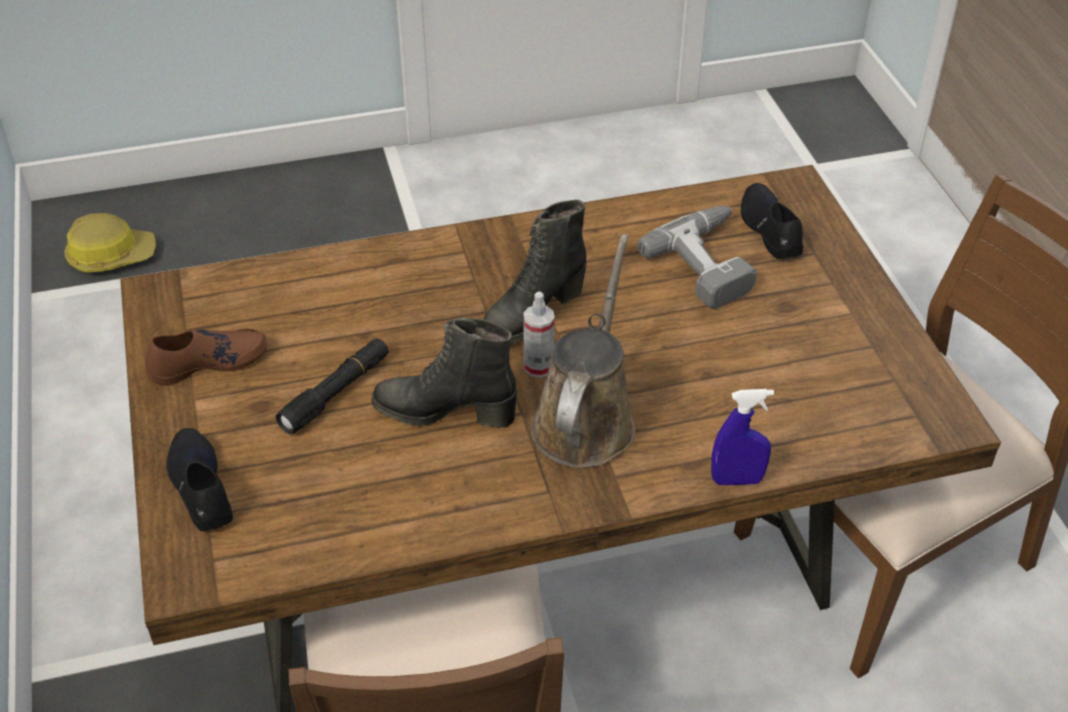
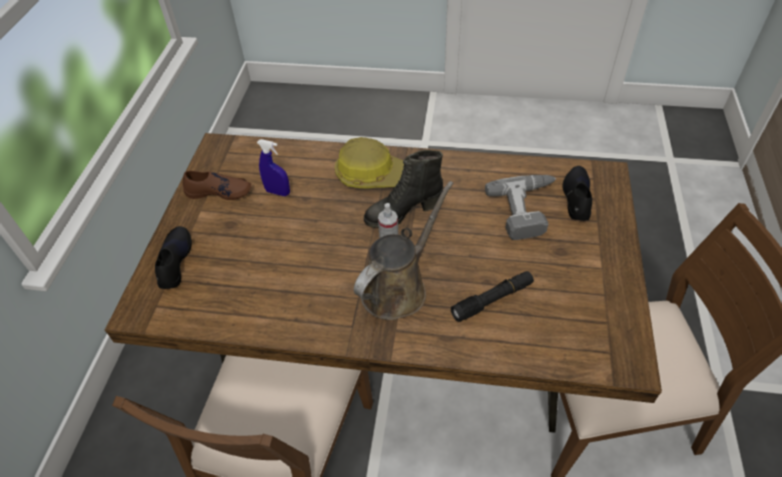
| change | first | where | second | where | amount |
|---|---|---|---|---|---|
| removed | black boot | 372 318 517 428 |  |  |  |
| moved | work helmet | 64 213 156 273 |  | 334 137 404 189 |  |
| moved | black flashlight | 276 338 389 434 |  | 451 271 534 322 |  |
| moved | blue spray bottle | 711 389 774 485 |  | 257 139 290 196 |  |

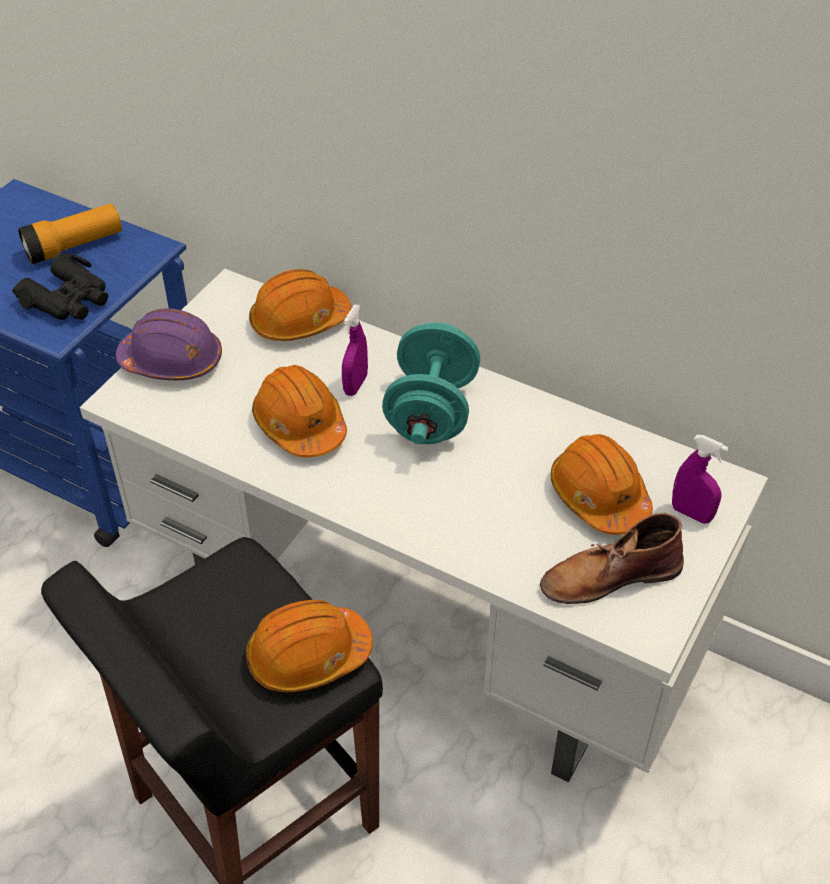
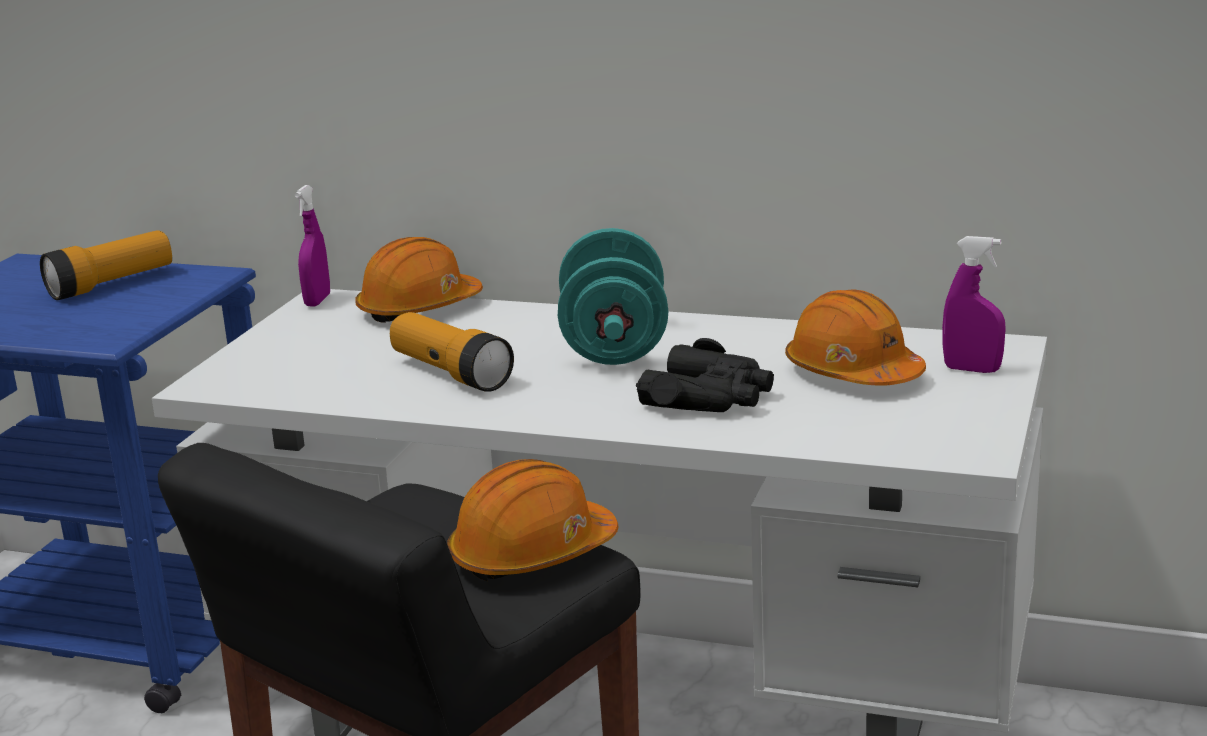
| change | first | where | second | where | amount |
|---|---|---|---|---|---|
| removed | purple-coloured work helmet | 116 308 222 380 |  |  |  |
| removed | brownish boot | 540 513 684 604 |  |  |  |
| moved | black pair of binoculars | 12 253 108 320 |  | 636 338 774 412 |  |
| moved | purple-coloured spray bottle | 342 304 368 396 |  | 295 185 330 306 |  |
| replaced | orange-coloured work helmet | 252 365 347 458 | flashlight | 390 312 514 392 |  |

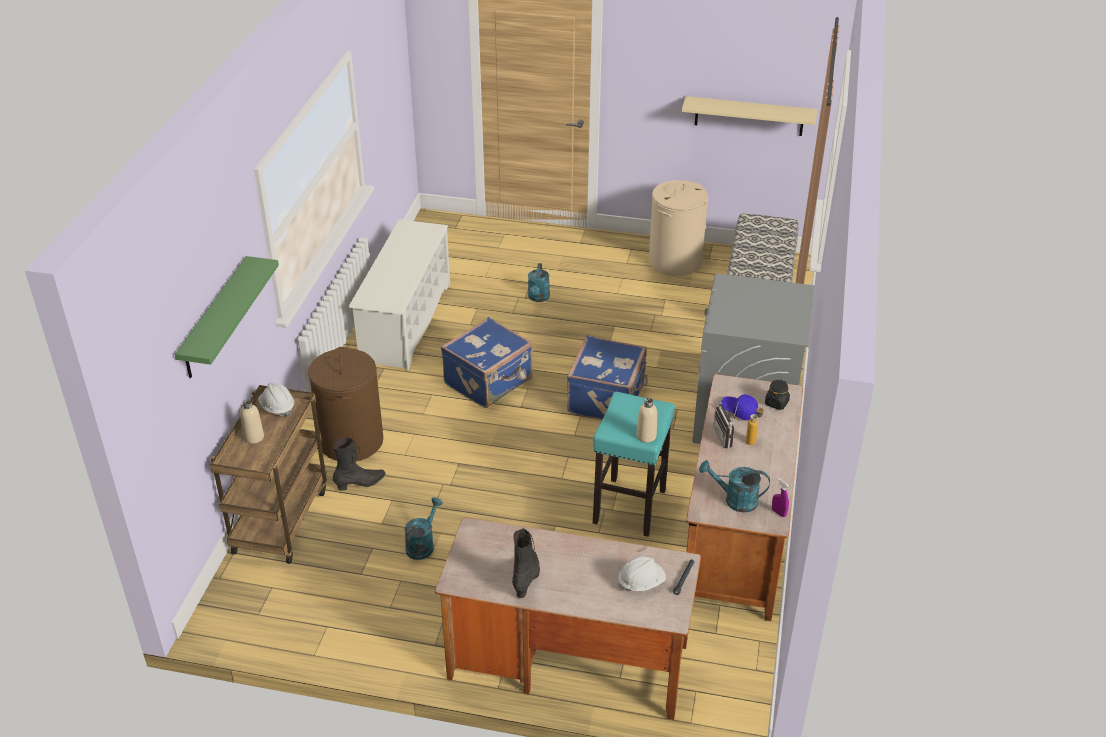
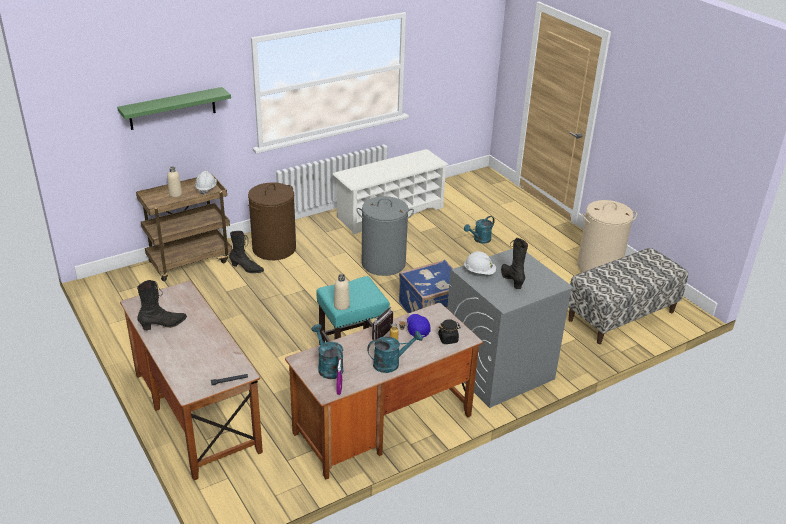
| change | first | where | second | where | amount |
|---|---|---|---|---|---|
| removed | beige wall shelf | 682 96 817 136 |  |  |  |
| added |  |  | black boot | 501 238 528 289 |  |
| moved | blue-green sprinkling can | 404 497 443 560 |  | 367 331 423 373 |  |
| moved | white work helmet | 618 556 666 592 |  | 463 251 496 275 |  |
| replaced | blue piece of luggage | 441 317 533 408 | gray hamper | 356 196 414 276 |  |

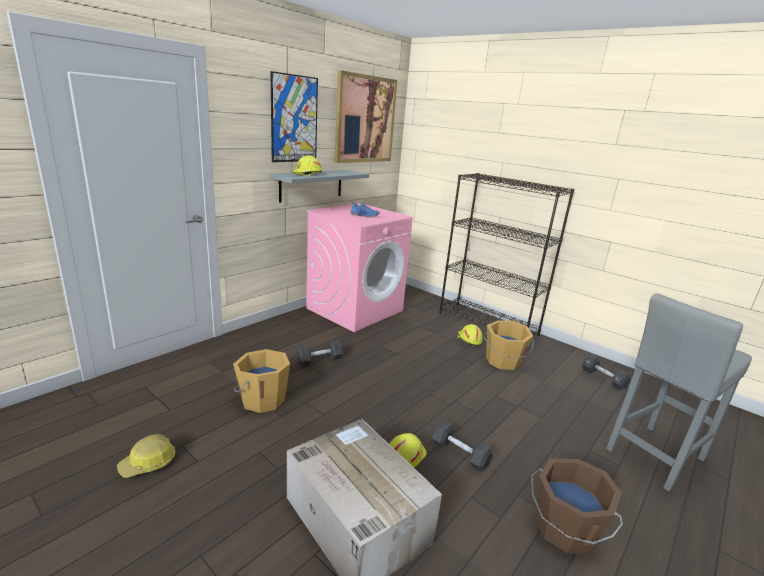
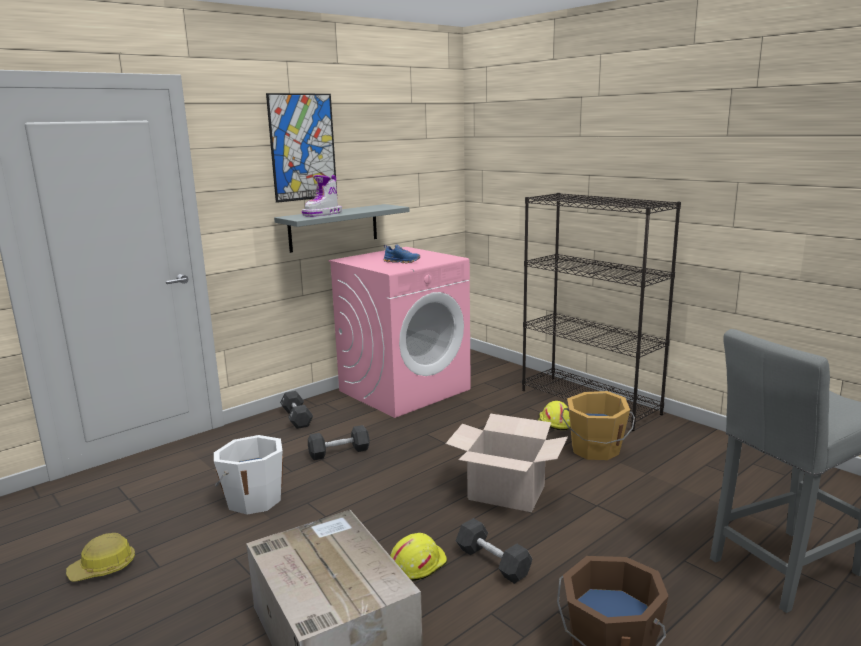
| change | first | where | second | where | amount |
|---|---|---|---|---|---|
| removed | picture | 334 70 397 163 |  |  |  |
| added |  |  | cardboard box | 446 414 568 512 |  |
| moved | black dumbbell | 582 354 630 391 |  | 280 391 313 429 |  |
| replaced | yellowish work helmet | 292 155 322 176 | boot | 302 175 342 217 |  |
| recoloured | orange-coloured pail | 233 349 290 413 | white pail | 214 435 283 515 |  |

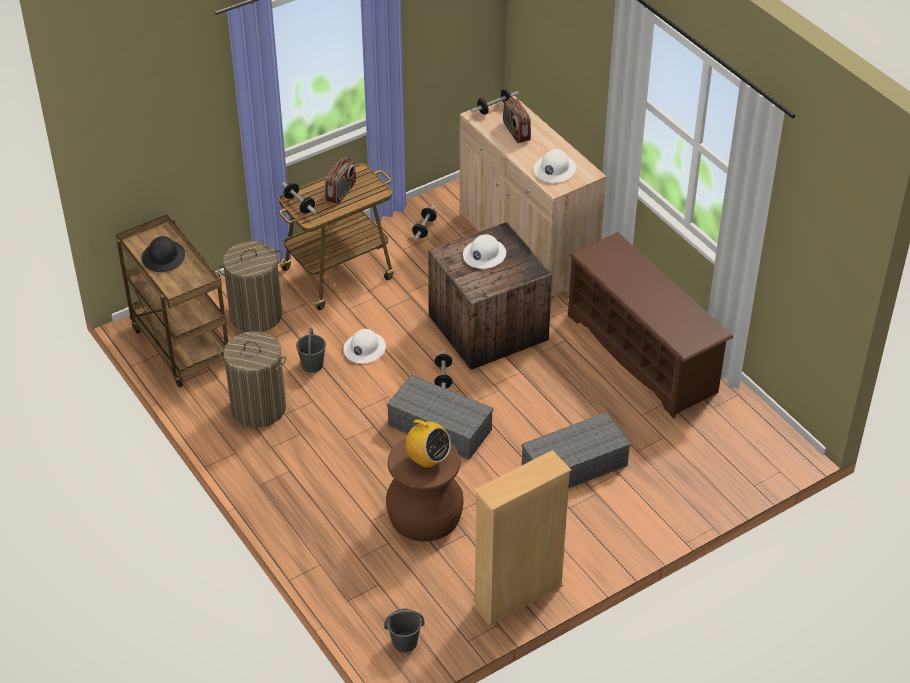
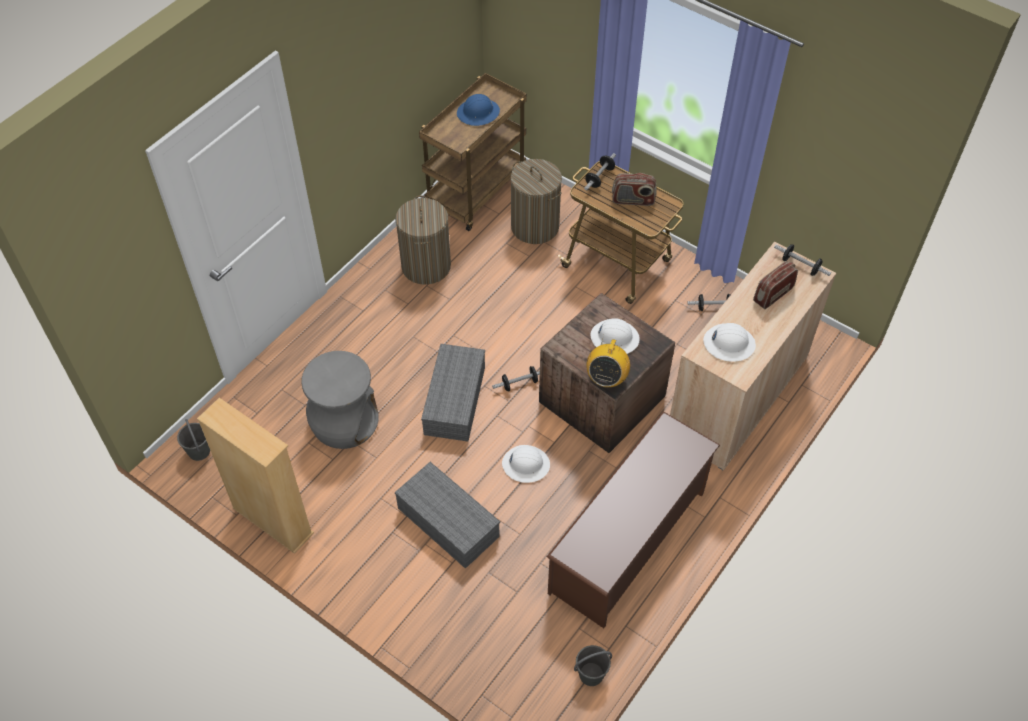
| change | first | where | second | where | amount |
|---|---|---|---|---|---|
| moved | gray pail | 296 328 326 373 |  | 574 645 612 686 |  |
| moved | white work helmet | 344 329 386 363 |  | 502 445 550 483 |  |
| moved | radio | 401 419 451 468 |  | 587 335 630 388 |  |
| recoloured | black work helmet | 142 236 185 272 | blue work helmet | 457 94 500 126 |  |
| recoloured | brownish sitting stool | 386 438 463 542 | gray sitting stool | 301 351 378 449 |  |

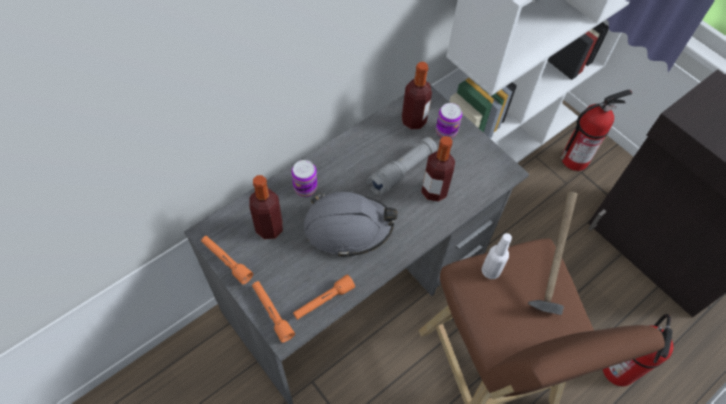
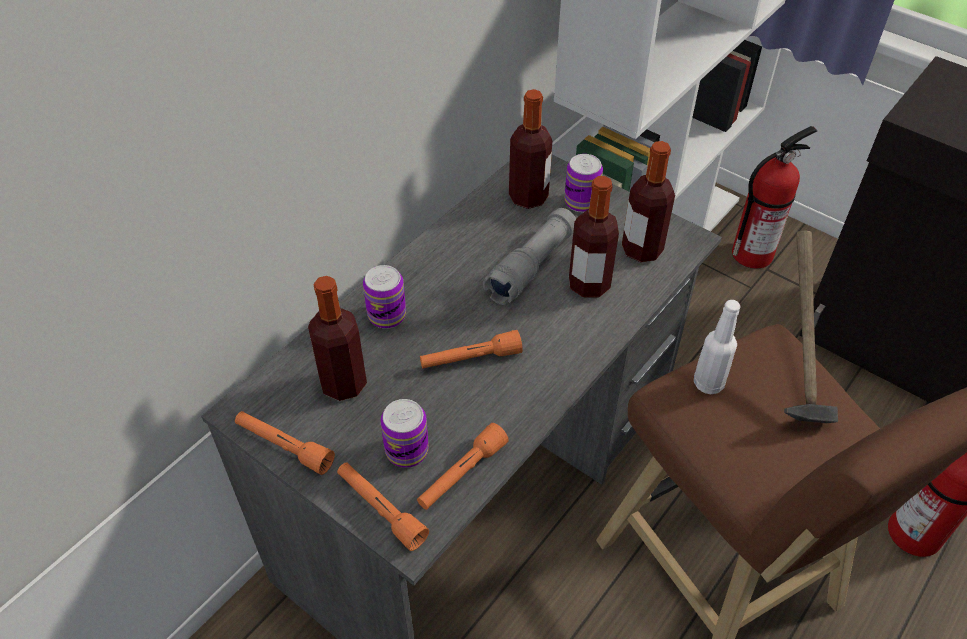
| change | first | where | second | where | amount |
|---|---|---|---|---|---|
| added |  |  | can | 380 399 429 468 |  |
| added |  |  | beverage bottle | 622 141 675 262 |  |
| replaced | gray work helmet | 304 192 398 257 | orange-coloured flashlight | 420 330 523 369 |  |

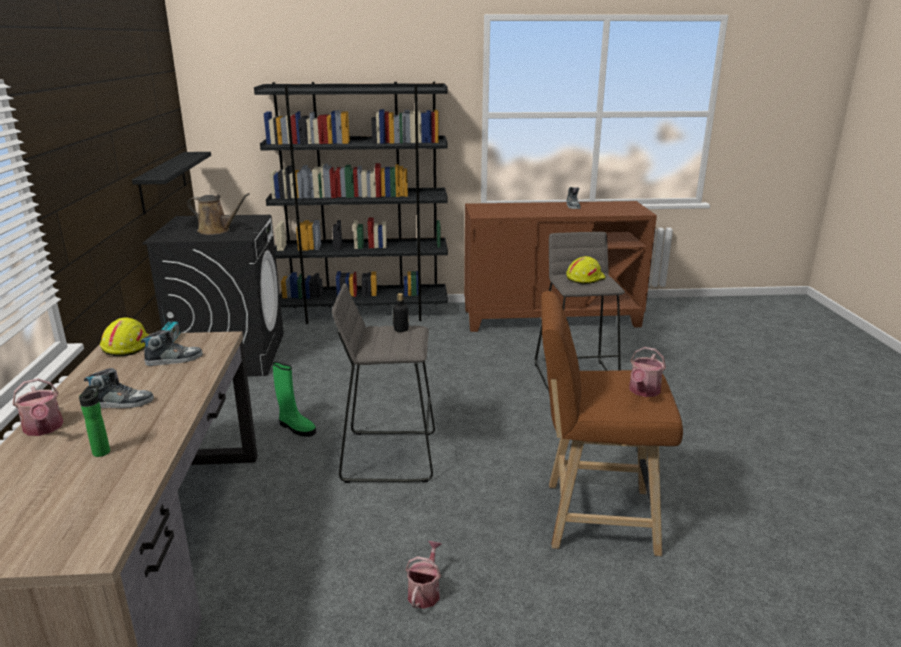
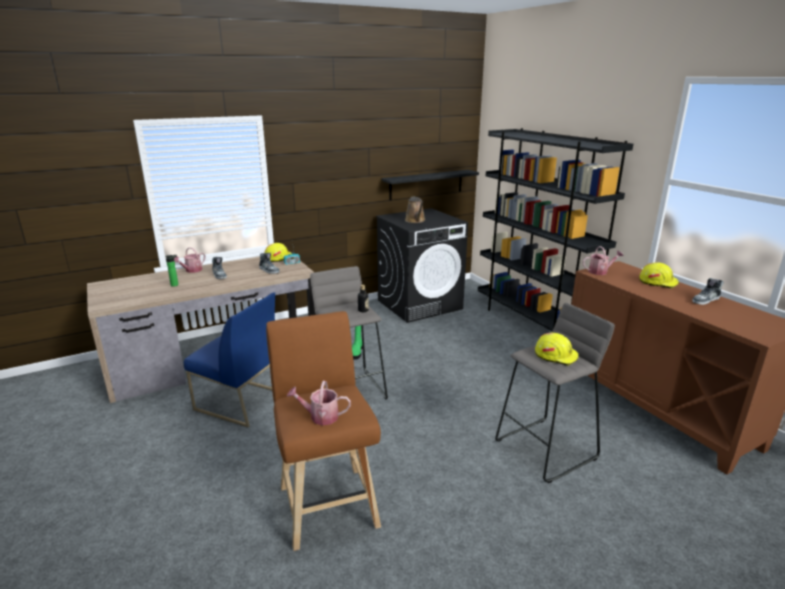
| change | first | where | second | where | amount |
|---|---|---|---|---|---|
| added |  |  | blue plain chair | 184 292 275 427 |  |
| added |  |  | yellowish work helmet | 639 262 679 289 |  |
| moved | sprinkling can | 406 541 442 609 |  | 583 246 624 275 |  |

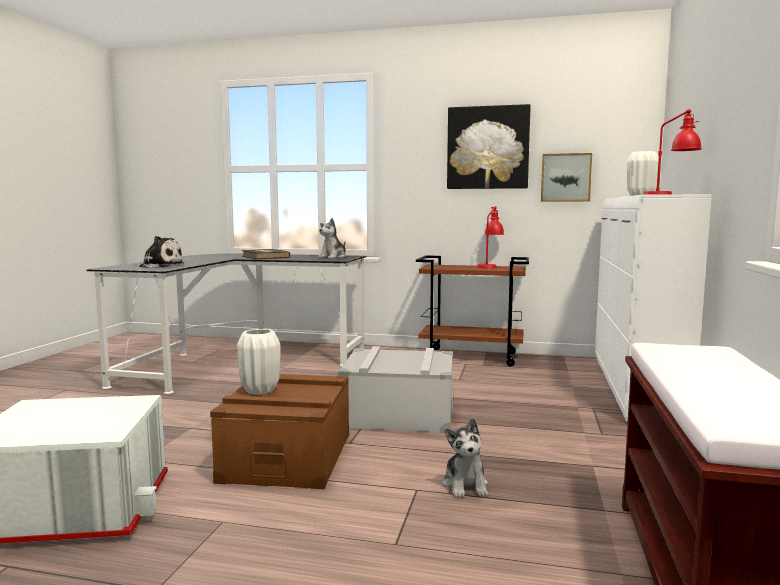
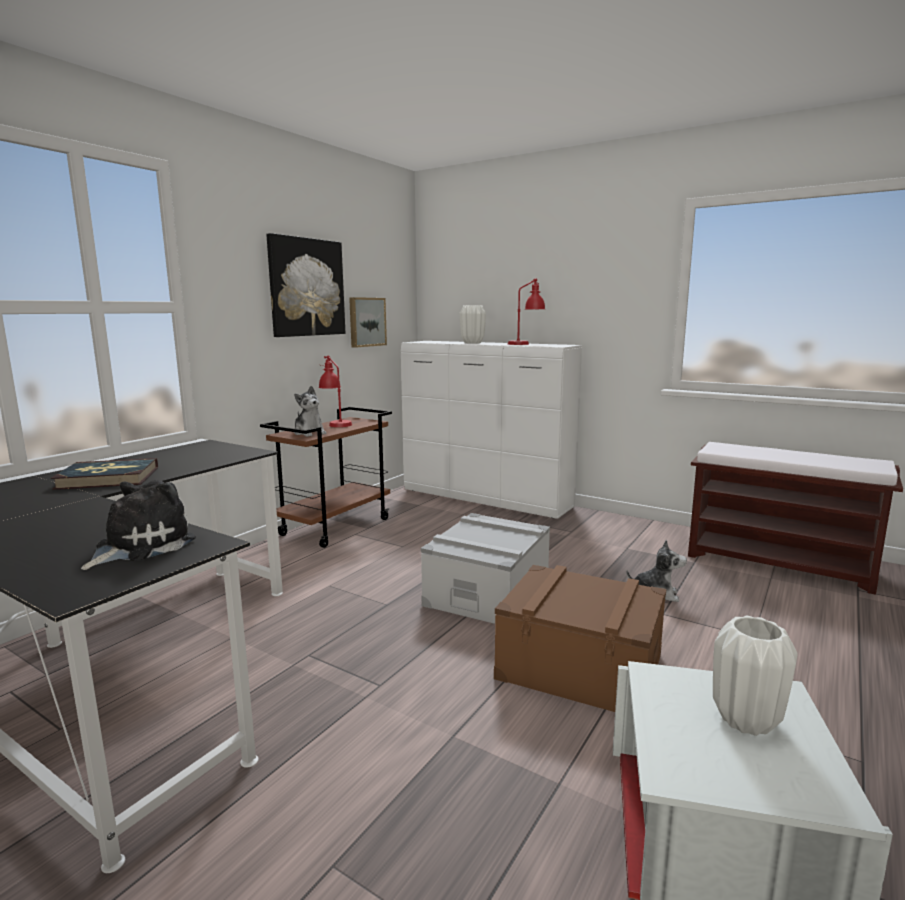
| change | first | where | second | where | amount |
|---|---|---|---|---|---|
| moved | white vase | 237 329 280 395 |  | 713 616 798 736 |  |
| moved | plush toy | 318 218 346 258 |  | 294 386 327 437 |  |

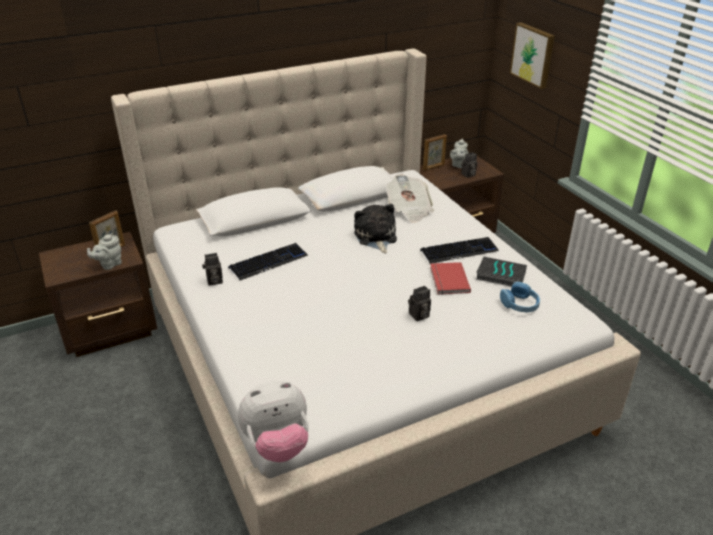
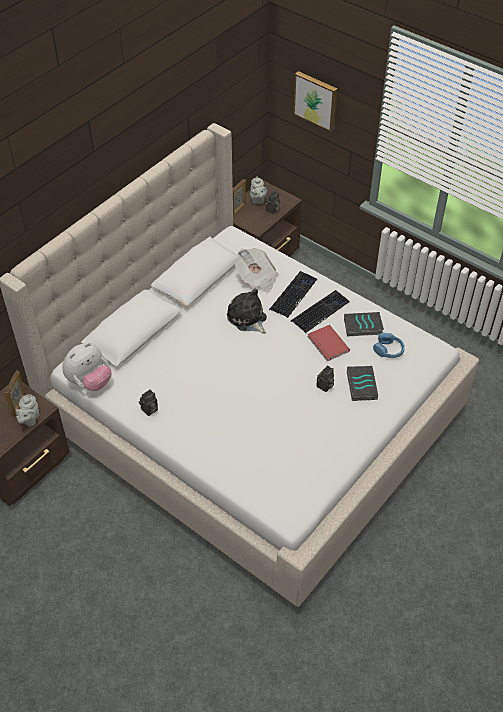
| change | first | where | second | where | amount |
|---|---|---|---|---|---|
| added |  |  | bound book | 347 366 378 401 |  |
| moved | computer keyboard | 228 243 308 280 |  | 269 271 317 318 |  |
| moved | plush toy | 238 381 309 462 |  | 62 343 112 391 |  |

